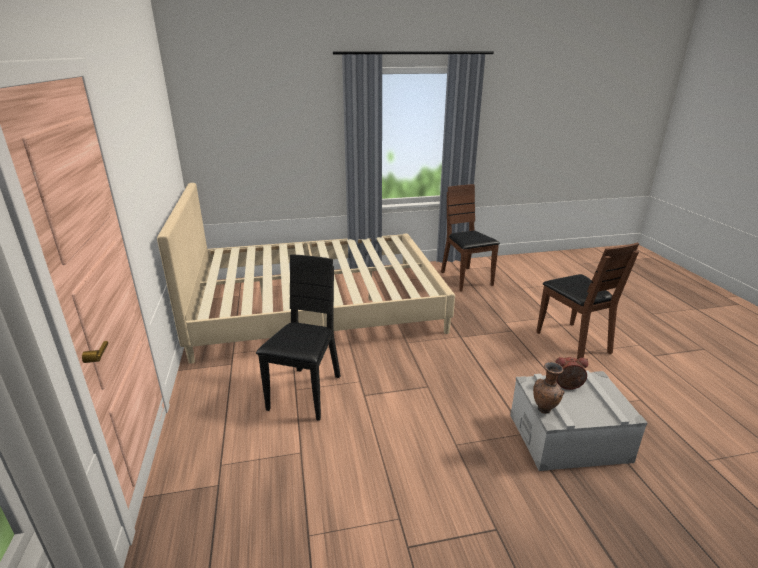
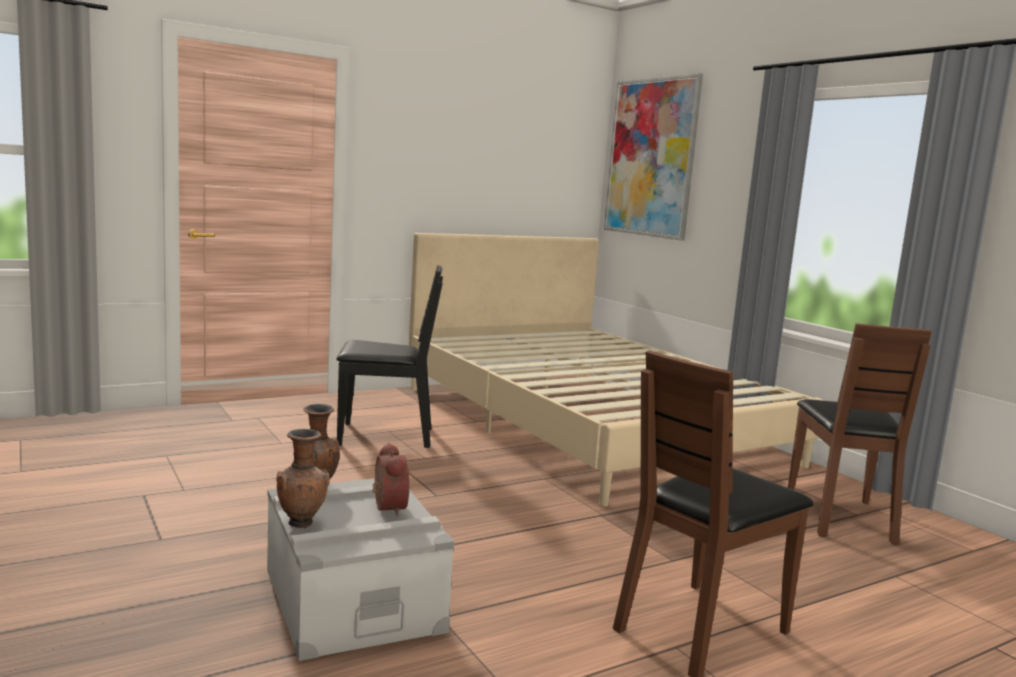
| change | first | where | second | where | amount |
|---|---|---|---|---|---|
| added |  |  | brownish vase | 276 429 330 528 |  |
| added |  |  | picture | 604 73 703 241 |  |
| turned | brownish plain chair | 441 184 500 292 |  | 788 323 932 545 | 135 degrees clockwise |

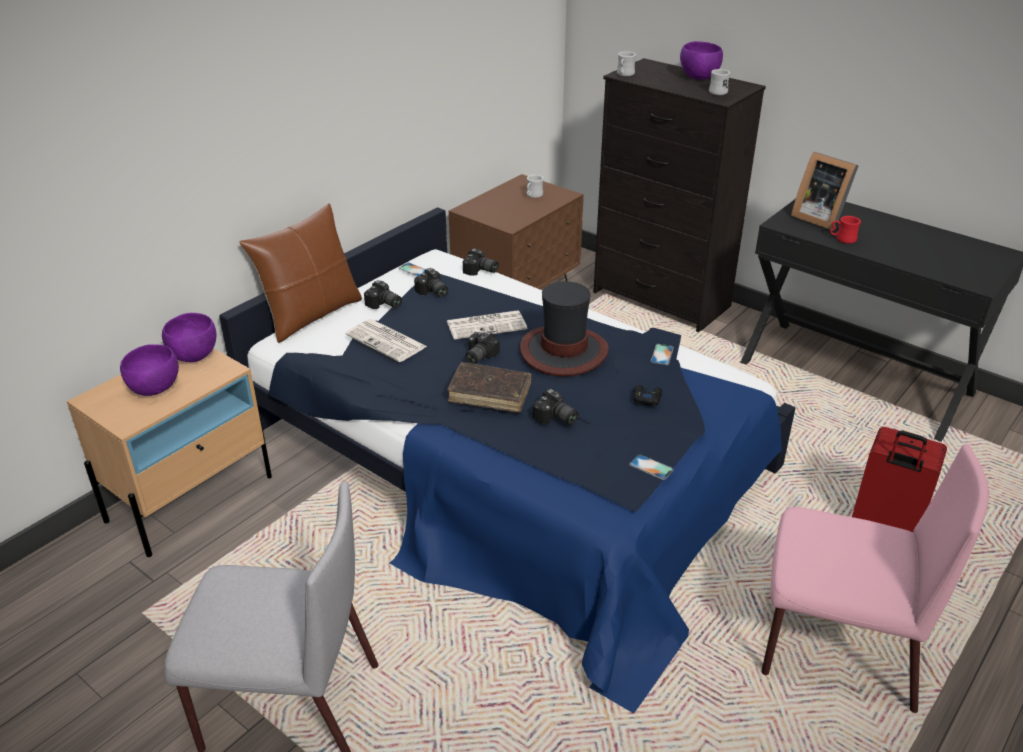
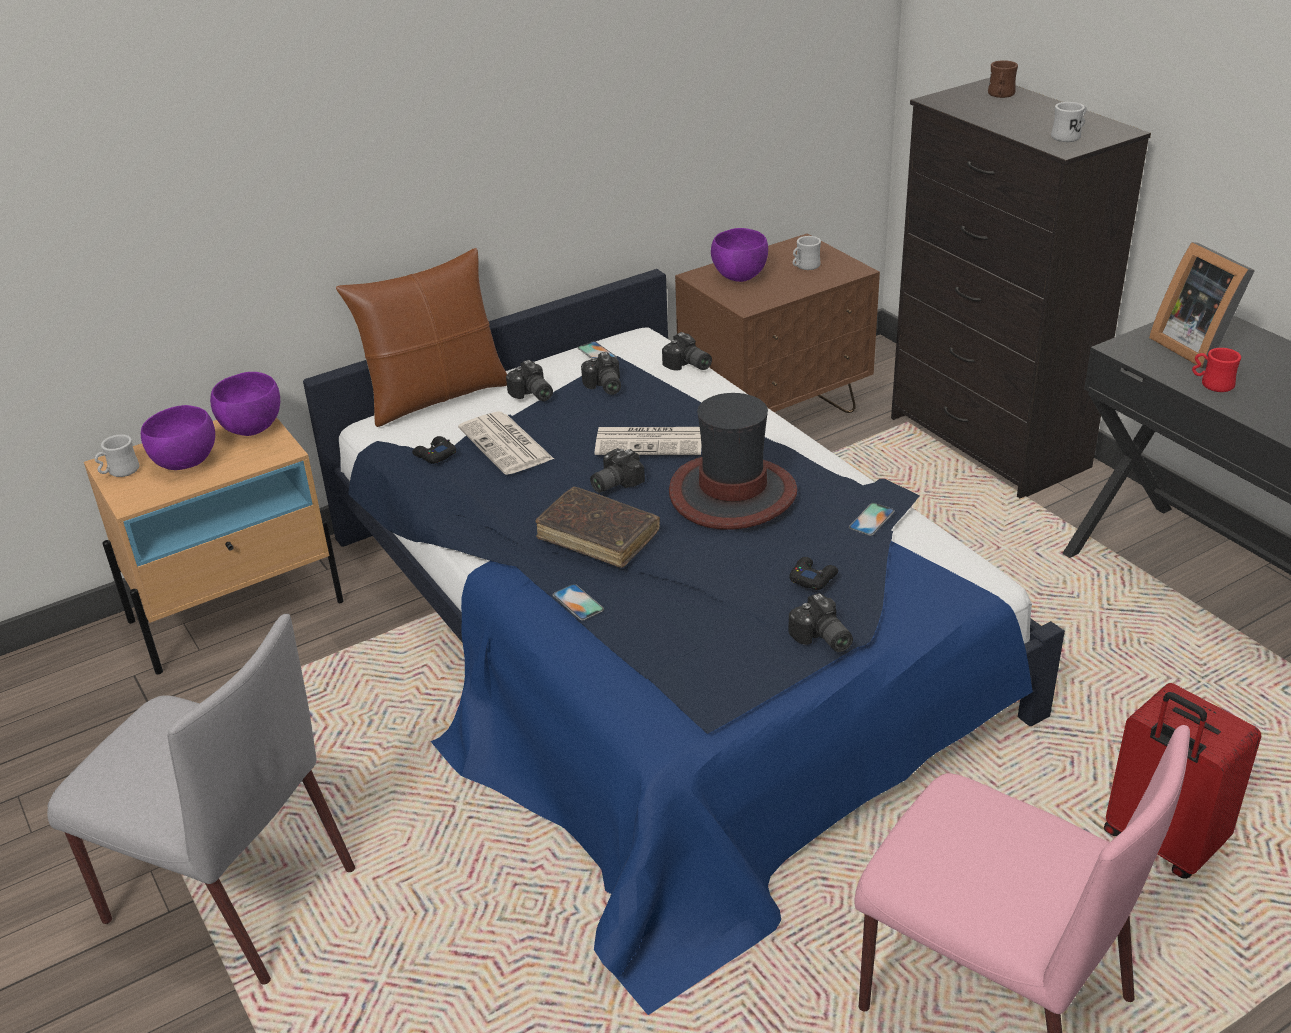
| change | first | where | second | where | amount |
|---|---|---|---|---|---|
| added |  |  | black gamepad | 412 436 456 464 |  |
| added |  |  | brownish coffee mug | 988 60 1018 98 |  |
| moved | still camera | 533 389 579 425 |  | 788 593 853 652 |  |
| moved | white coffee mug | 617 51 636 76 |  | 95 434 139 477 |  |
| moved | phone | 629 455 674 480 |  | 553 584 604 621 |  |
| moved | purple-coloured deep dish | 680 41 723 80 |  | 711 228 768 282 |  |

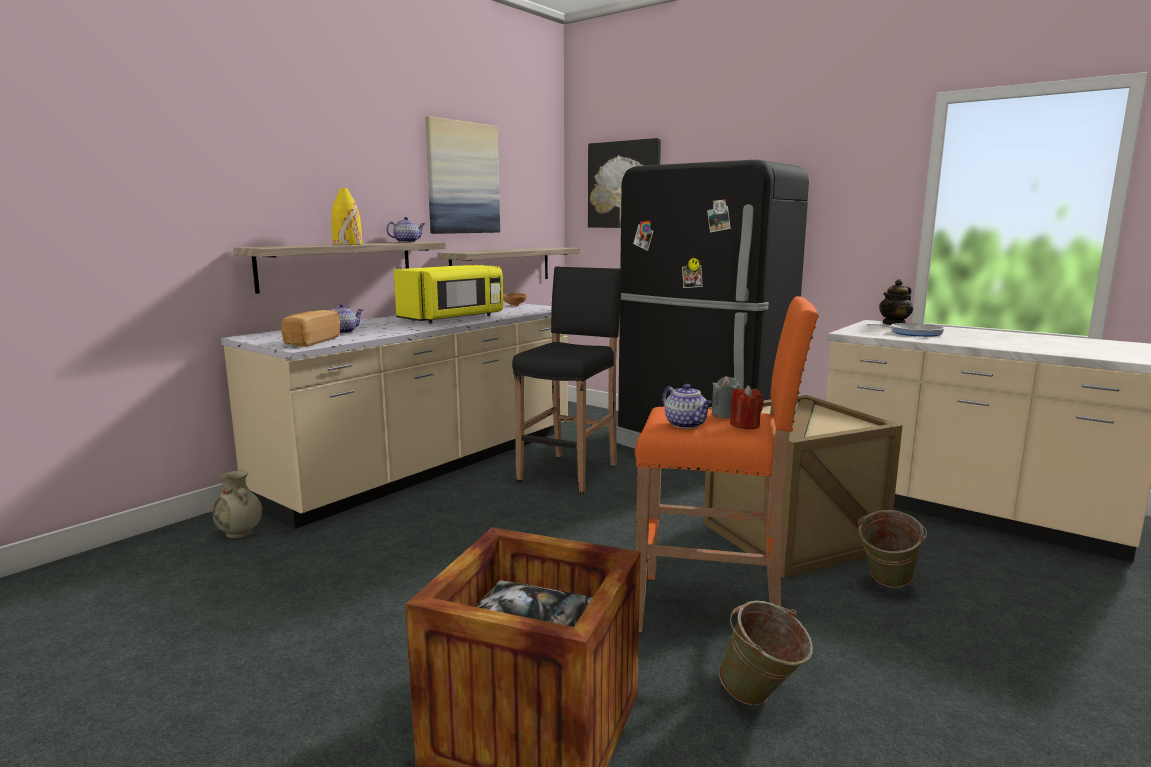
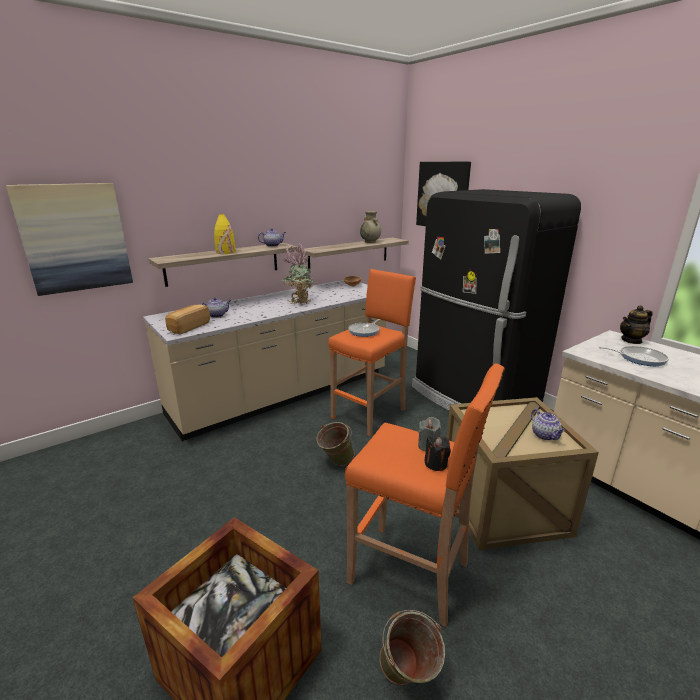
| change | first | where | second | where | amount |
|---|---|---|---|---|---|
| added |  |  | pan | 348 319 380 337 |  |
| moved | beige vase | 212 470 262 538 |  | 360 211 381 243 |  |
| moved | picture | 425 116 500 234 |  | 6 183 133 296 |  |
| moved | tea pot | 662 384 712 428 |  | 531 409 565 440 |  |
| moved | greenish pail | 858 510 927 588 |  | 316 422 354 466 |  |
| replaced | yellowish microwave | 394 265 503 323 | houseplant | 282 245 314 305 |  |
| recoloured | black sitting stool | 512 266 623 494 | orange-coloured sitting stool | 328 269 416 436 |  |
| recoloured | red wax candle | 730 385 764 429 | black wax candle | 424 435 451 471 |  |

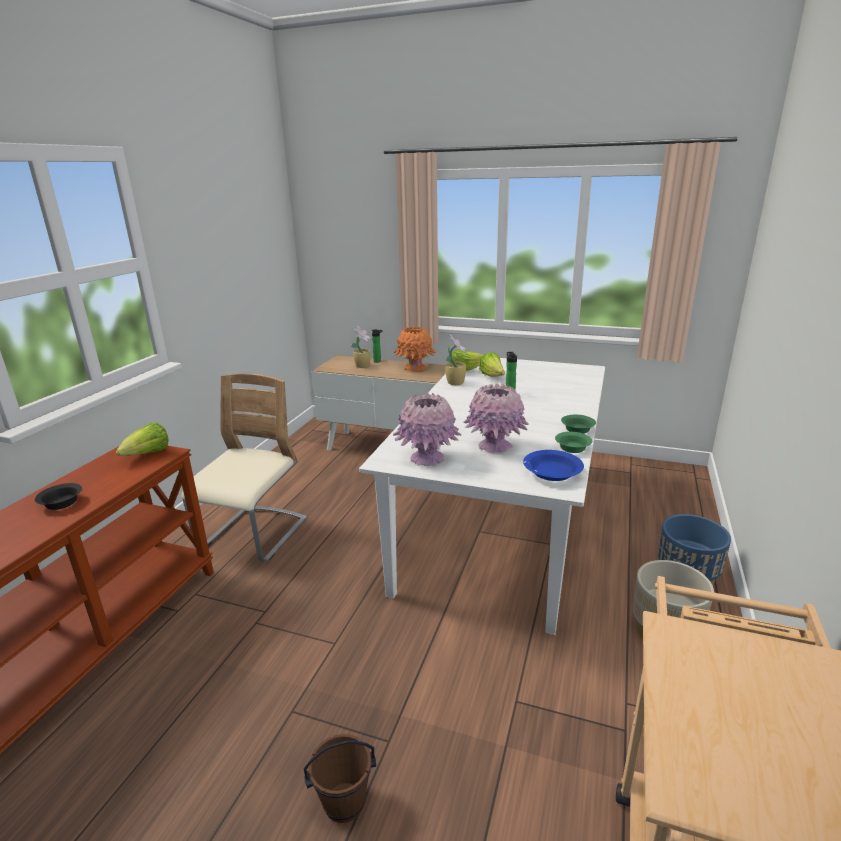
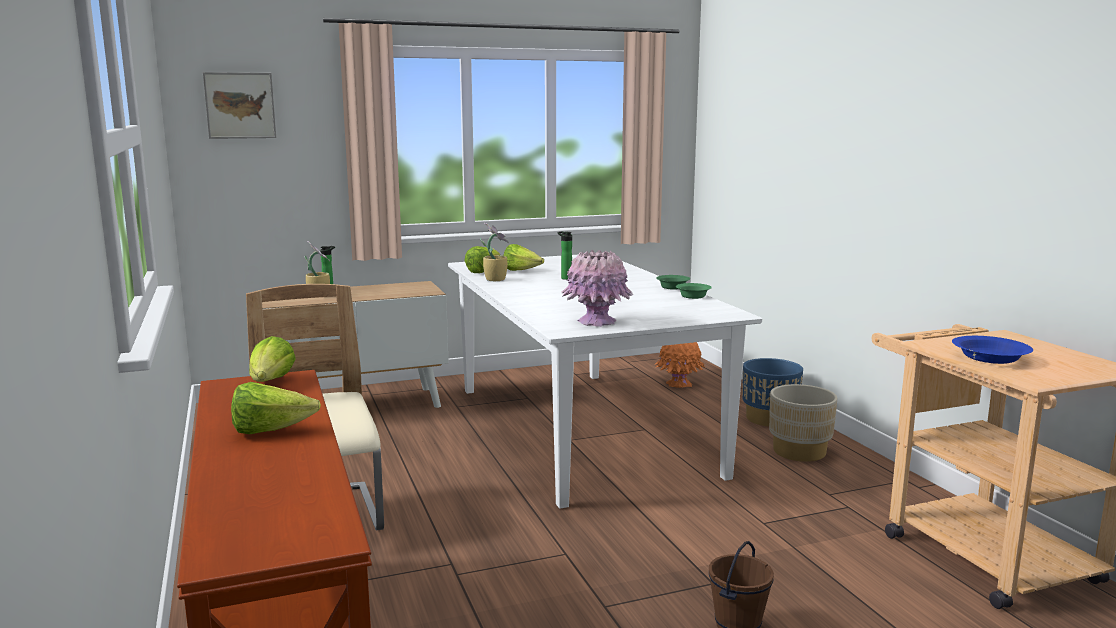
| change | first | where | second | where | amount |
|---|---|---|---|---|---|
| removed | pink vase | 464 384 529 453 |  |  |  |
| added |  |  | picture | 203 72 276 139 |  |
| moved | orange-coloured vase | 394 326 436 372 |  | 655 342 705 388 |  |
| moved | blue deep dish | 523 450 584 481 |  | 952 336 1033 364 |  |
| replaced | black deep dish | 35 483 82 510 | lettuce | 231 382 321 434 |  |

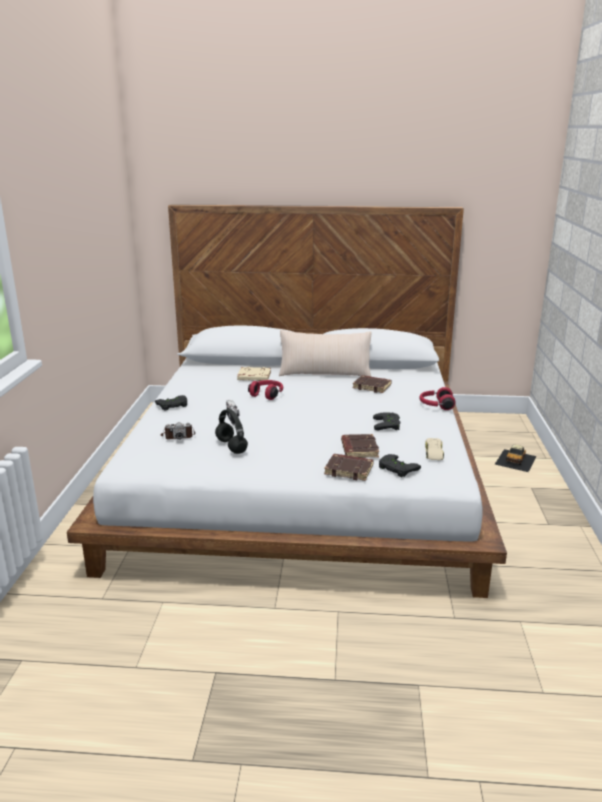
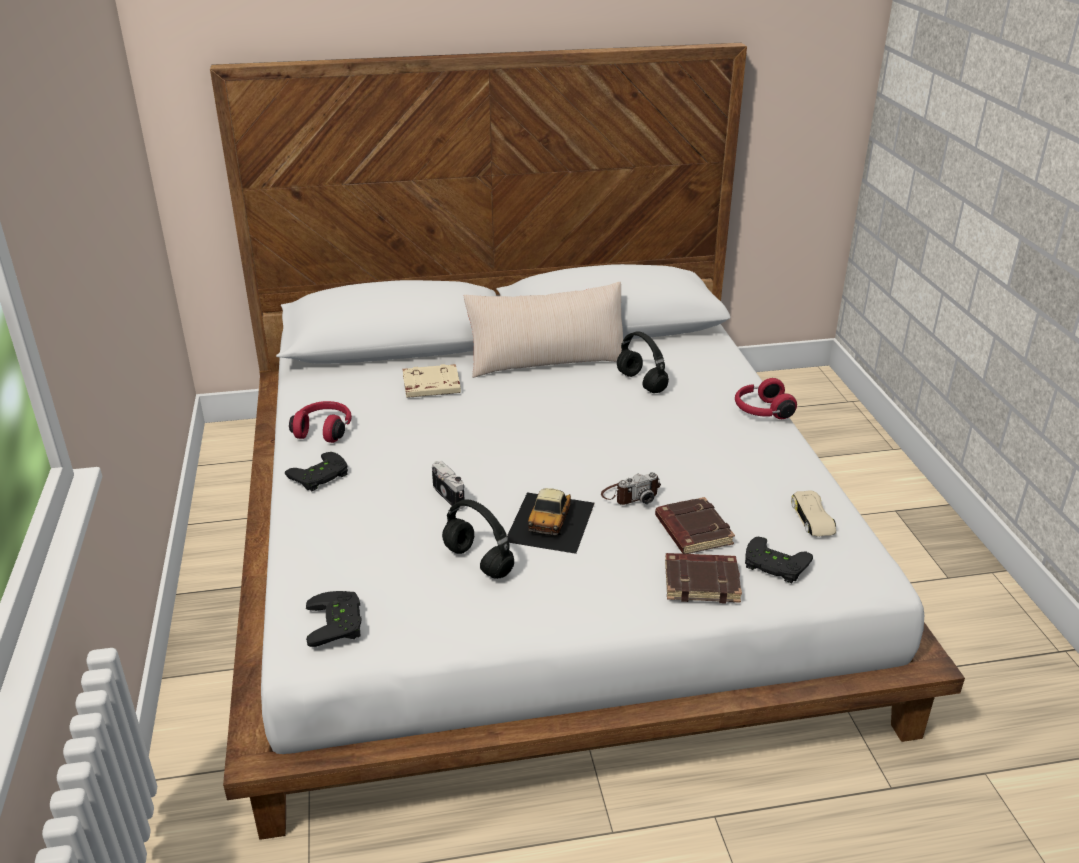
| change | first | where | second | where | amount |
|---|---|---|---|---|---|
| moved | still camera | 161 422 195 440 |  | 601 472 661 505 |  |
| moved | red headphones | 248 380 283 400 |  | 289 401 352 443 |  |
| moved | black gamepad | 373 412 400 430 |  | 306 591 362 647 |  |
| moved | miniature car | 495 445 537 472 |  | 507 488 595 554 |  |
| replaced | brownish bound book | 353 375 392 393 | black headphones | 617 331 669 393 |  |

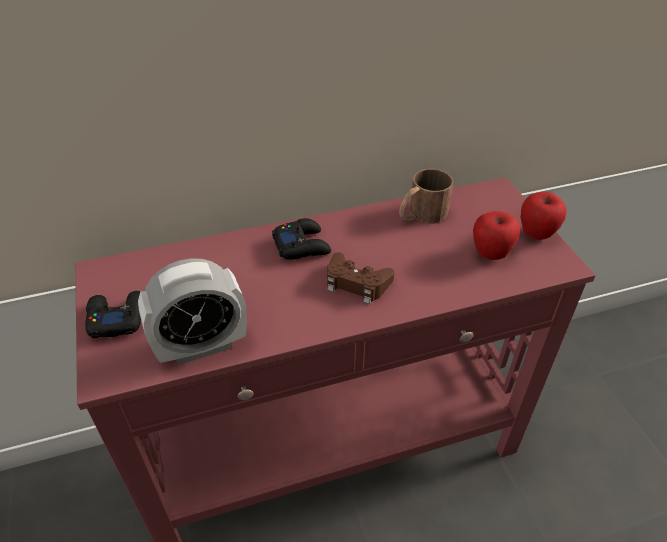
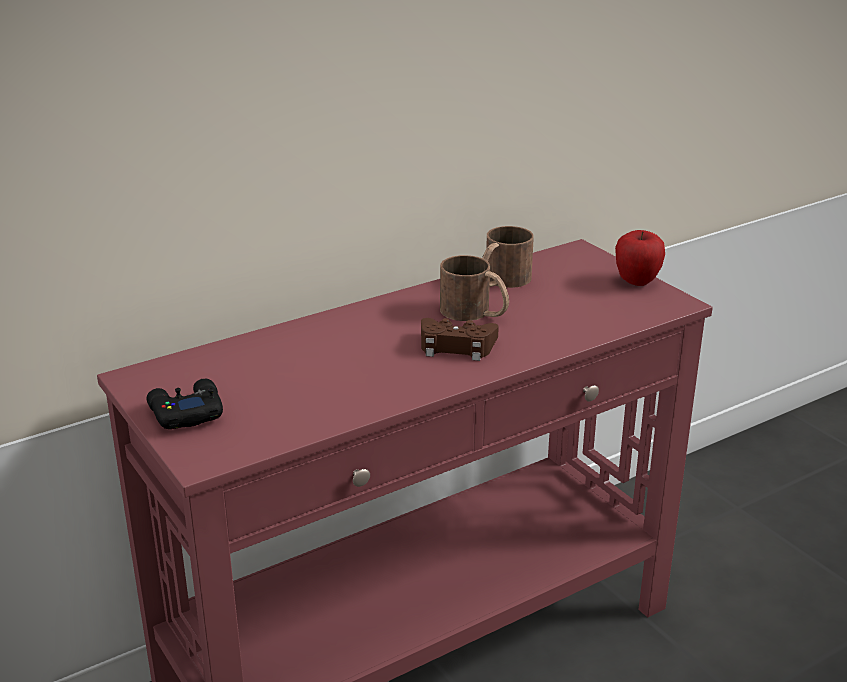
| change | first | where | second | where | amount |
|---|---|---|---|---|---|
| removed | table clock | 138 258 247 365 |  |  |  |
| removed | black gamepad | 272 218 331 260 |  |  |  |
| removed | apple | 473 211 520 260 |  |  |  |
| added |  |  | brownish coffee mug | 440 255 509 321 |  |

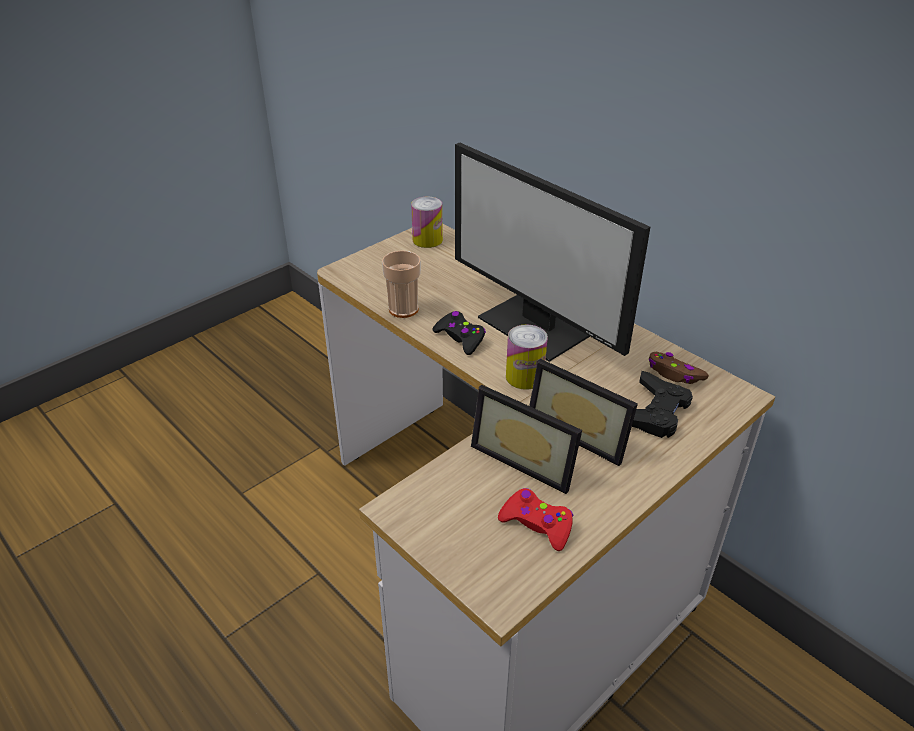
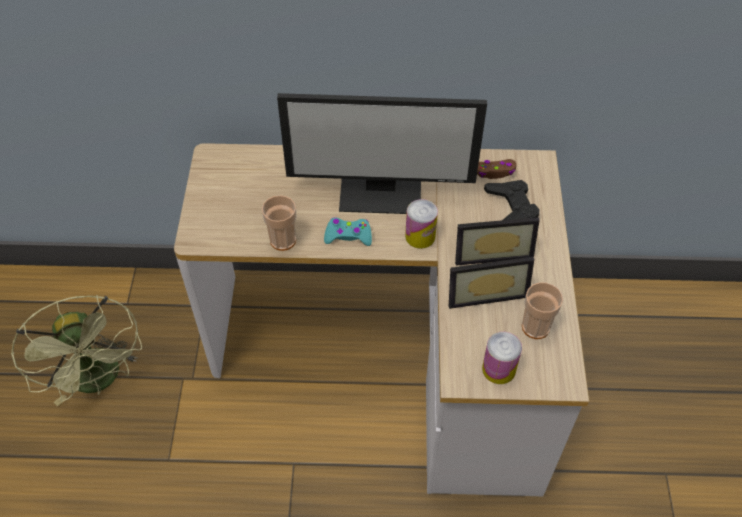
| change | first | where | second | where | amount |
|---|---|---|---|---|---|
| added |  |  | greenish fan | 11 295 142 406 |  |
| moved | can | 411 197 443 248 |  | 482 332 522 384 |  |
| replaced | red gamepad | 498 488 574 551 | cup | 522 282 563 339 |  |
| recoloured | black gamepad | 433 311 486 355 | blue-green gamepad | 324 217 372 246 |  |

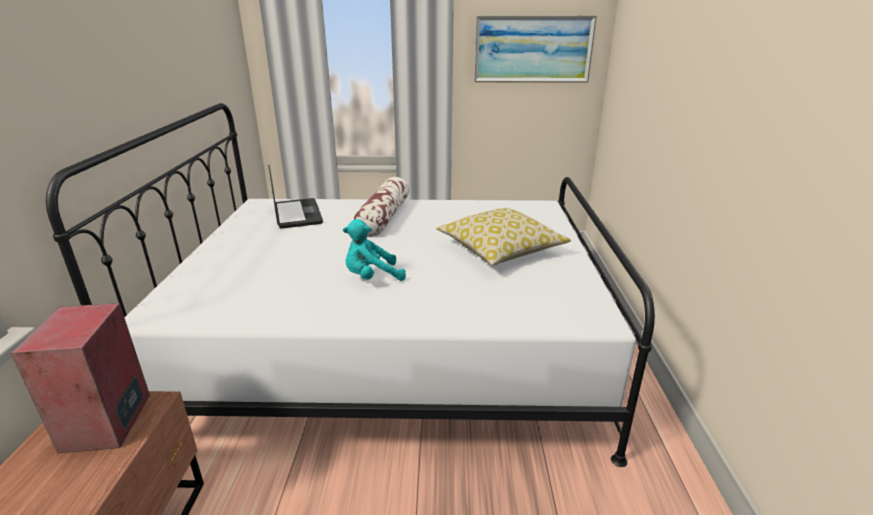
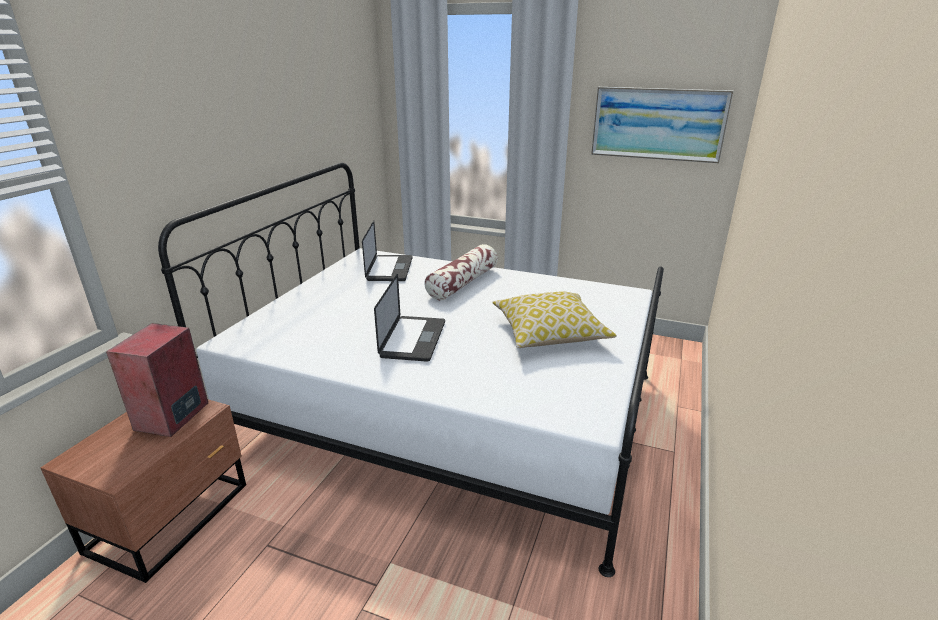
| change | first | where | second | where | amount |
|---|---|---|---|---|---|
| replaced | blue-green plush toy | 343 219 406 281 | portable computer | 374 274 445 362 |  |

